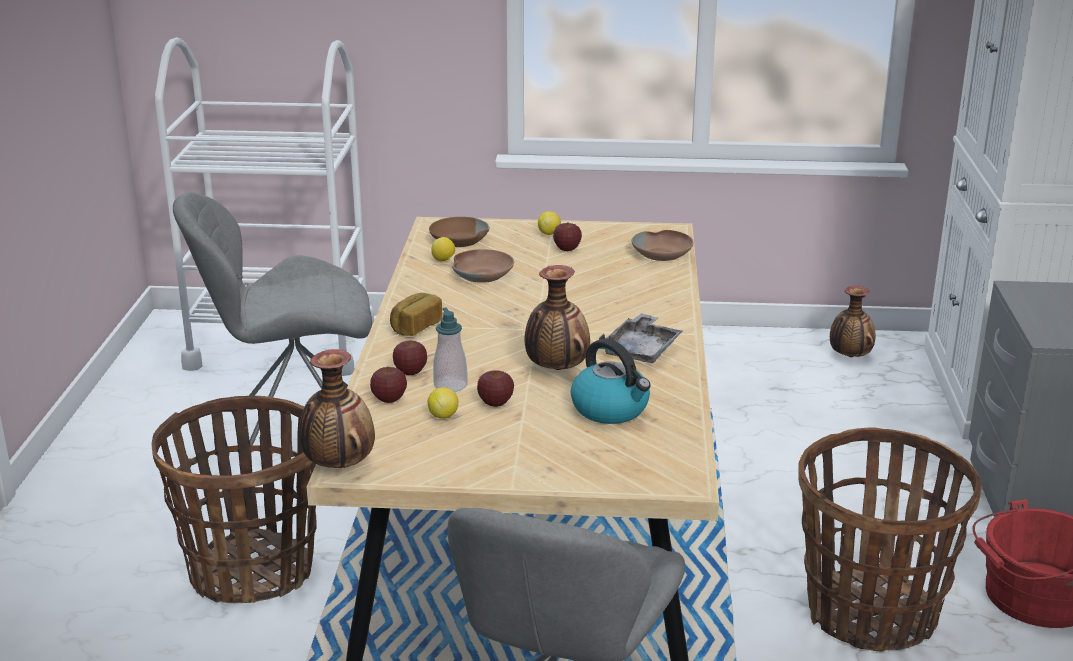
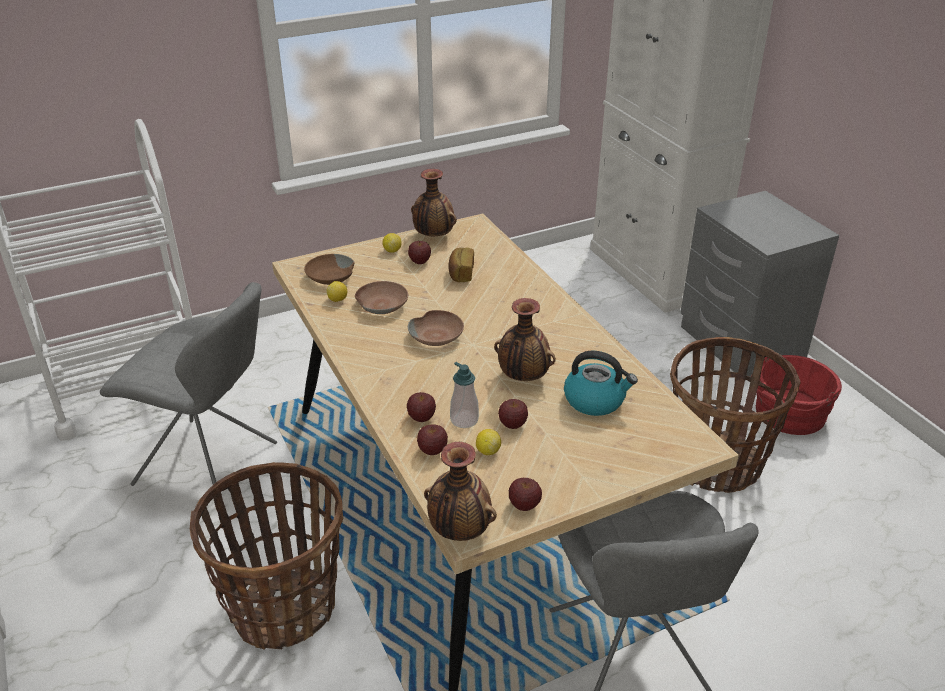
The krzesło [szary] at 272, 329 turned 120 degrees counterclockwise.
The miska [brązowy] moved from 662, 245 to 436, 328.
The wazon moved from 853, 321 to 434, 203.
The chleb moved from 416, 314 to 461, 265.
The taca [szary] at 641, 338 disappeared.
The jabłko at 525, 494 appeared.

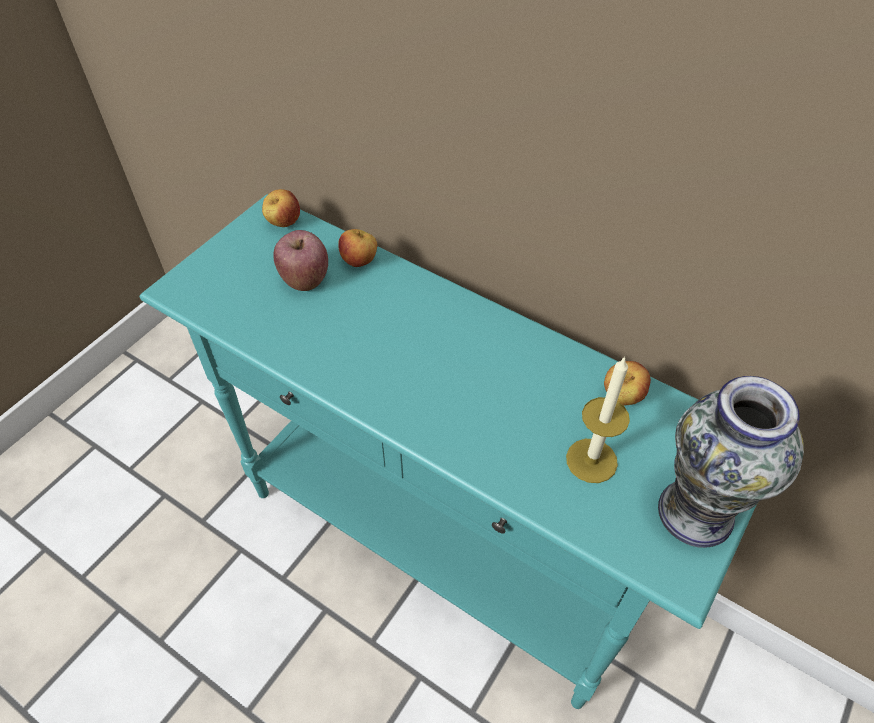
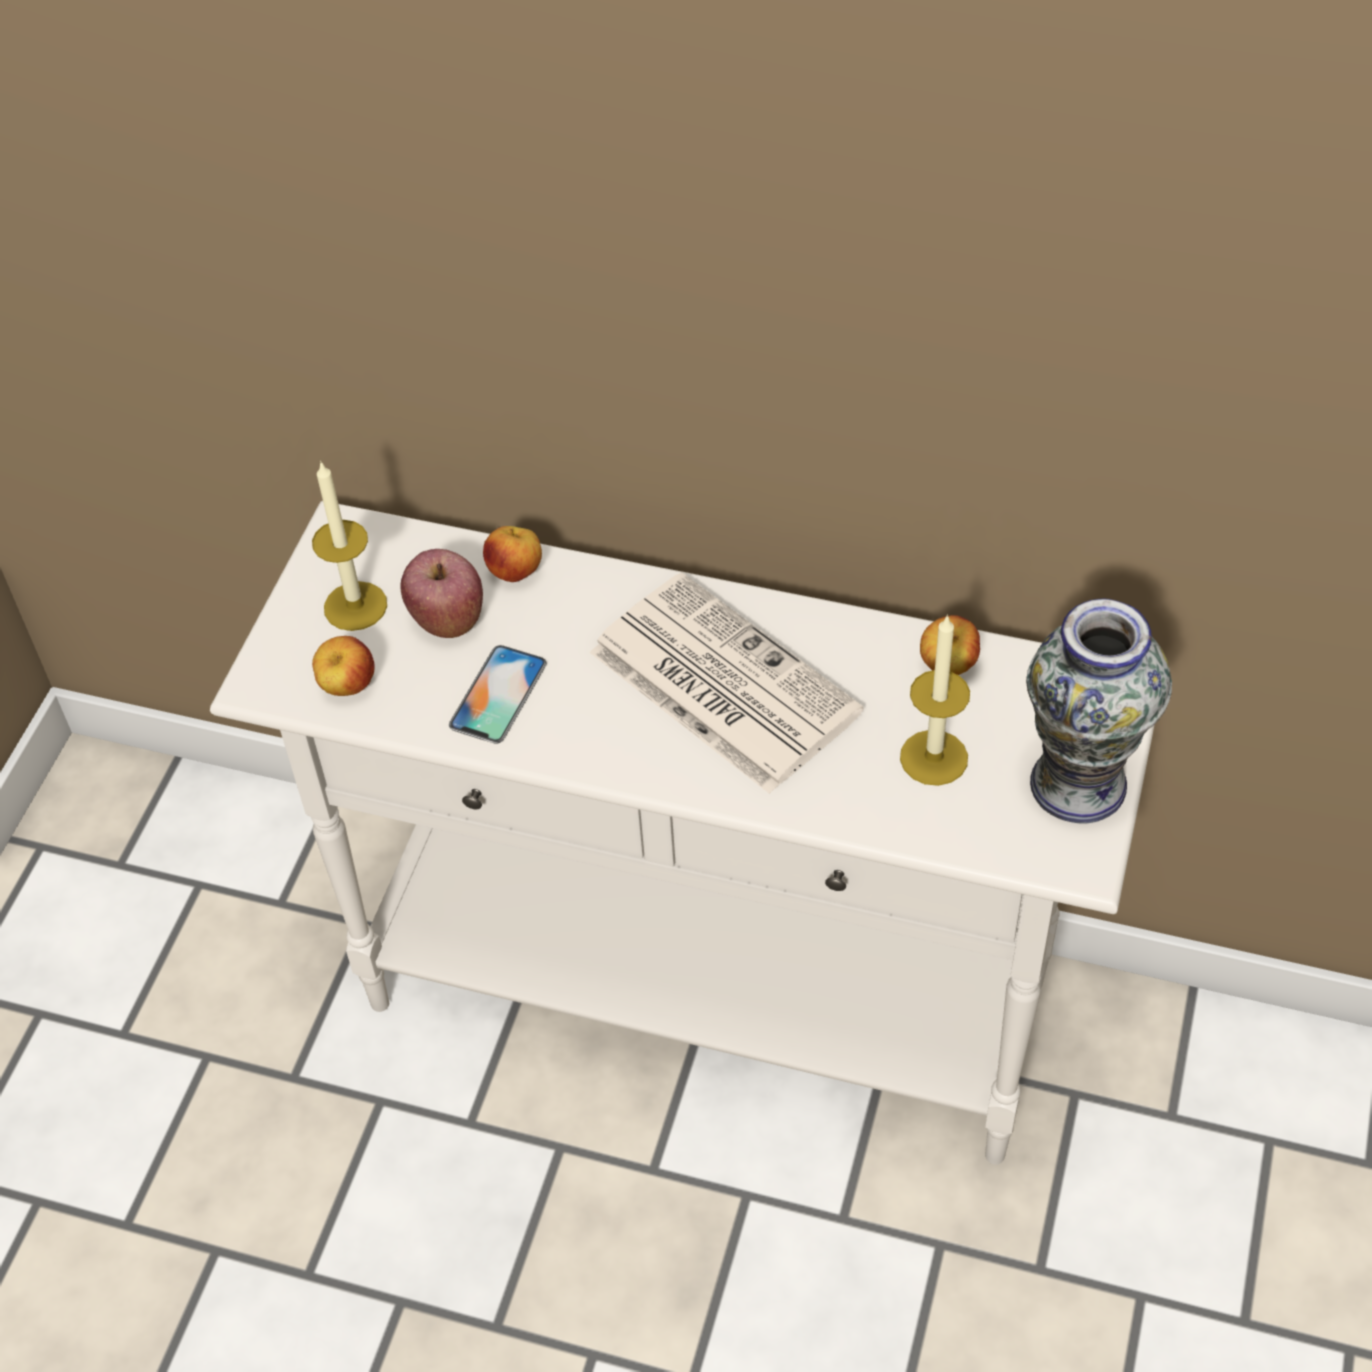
The jabłko moved from 281, 208 to 343, 666.
The stolik konsolowy [turkusowy] at 448, 451 became the stolik konsolowy [biały] at 682, 832.
The świeca at 349, 546 appeared.
The gazeta at 727, 683 appeared.
The telefon at 498, 694 appeared.

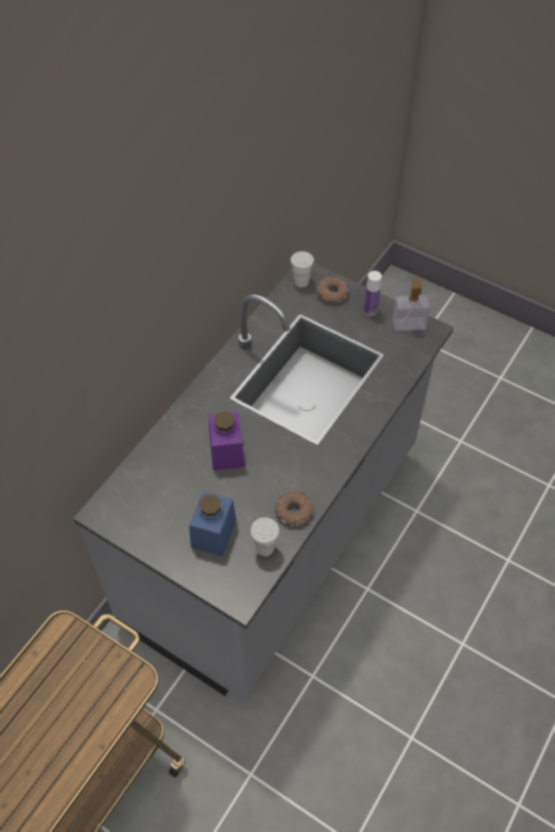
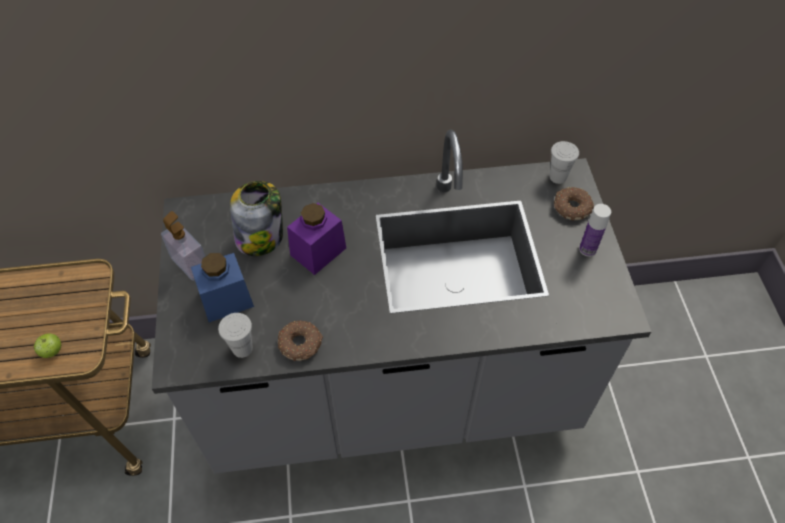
The dozownik mydła moved from 411, 305 to 183, 246.
The słoik at 256, 218 appeared.
The jabłko at 47, 345 appeared.

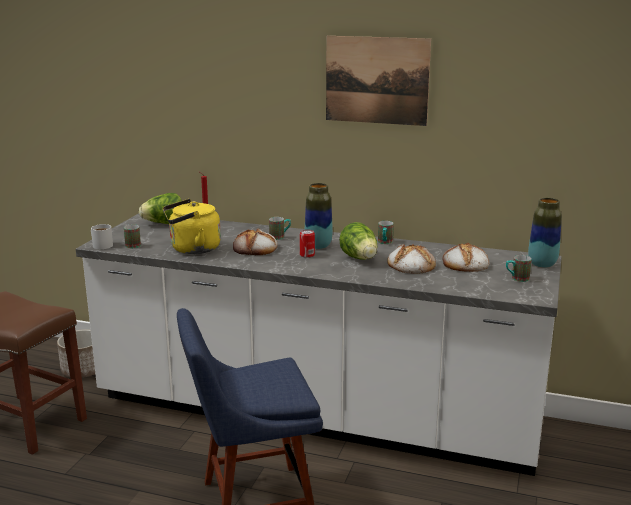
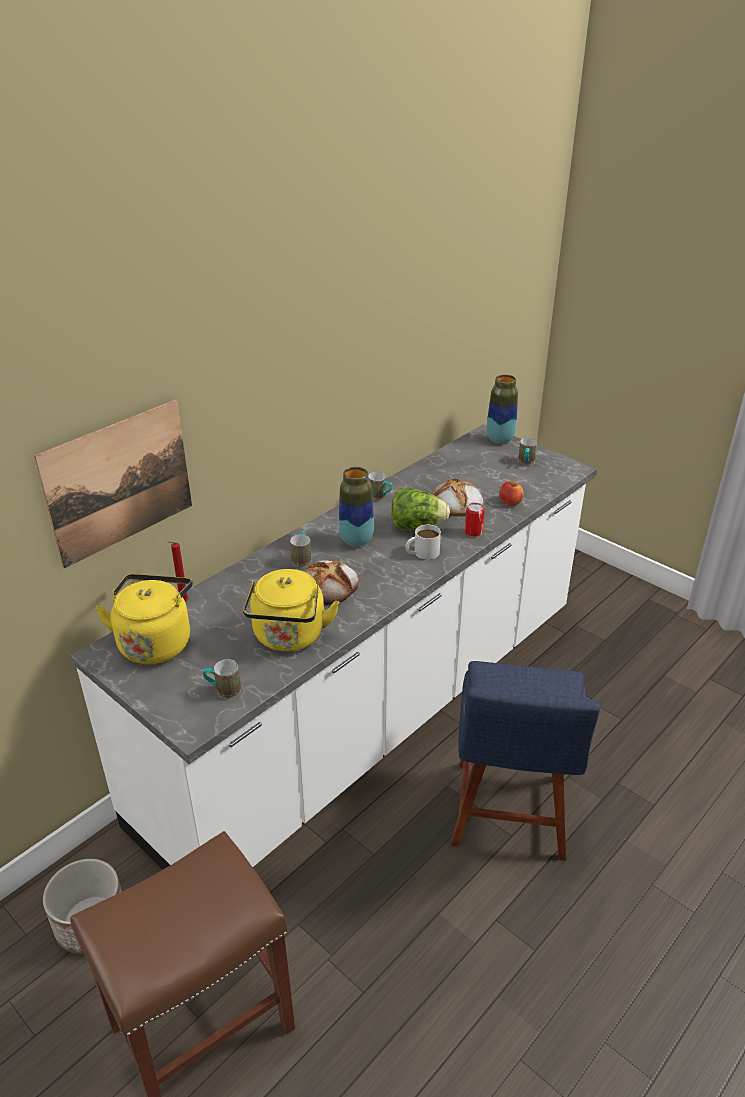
The obraz moved from 378, 81 to 113, 484.
The sałata at 160, 208 was replaced by the czajnik [żółty] at 144, 619.
The kubek [biały] moved from 102, 236 to 423, 542.
The puszka moved from 307, 243 to 475, 520.
The chleb at 466, 257 disappeared.
The jabłko at 511, 493 appeared.

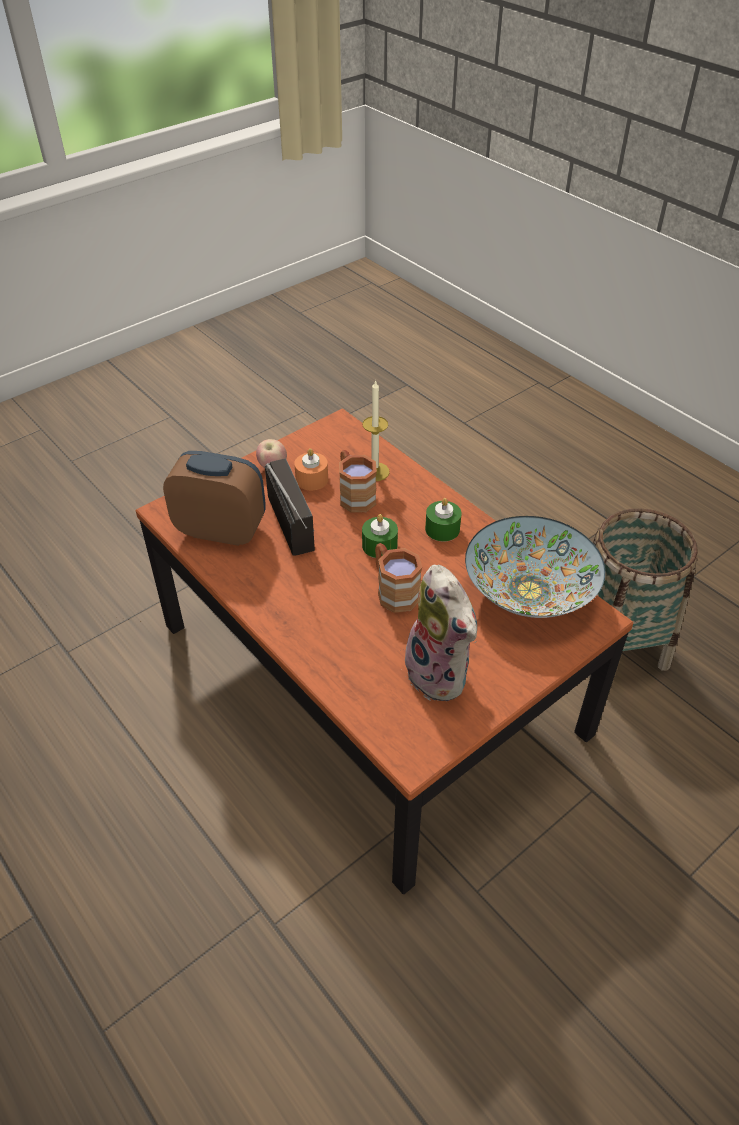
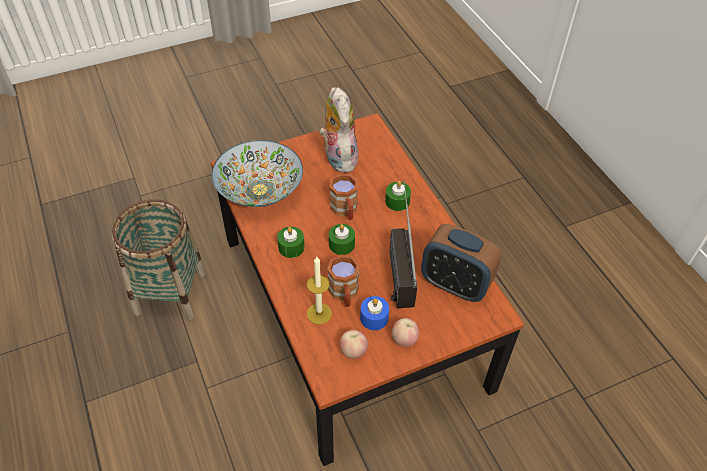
The świeca [pomarańczowy] at 311, 469 became the świeca [niebieski] at 374, 313.
The świeca [zielony] at 398, 196 appeared.
The jabłko at 354, 344 appeared.

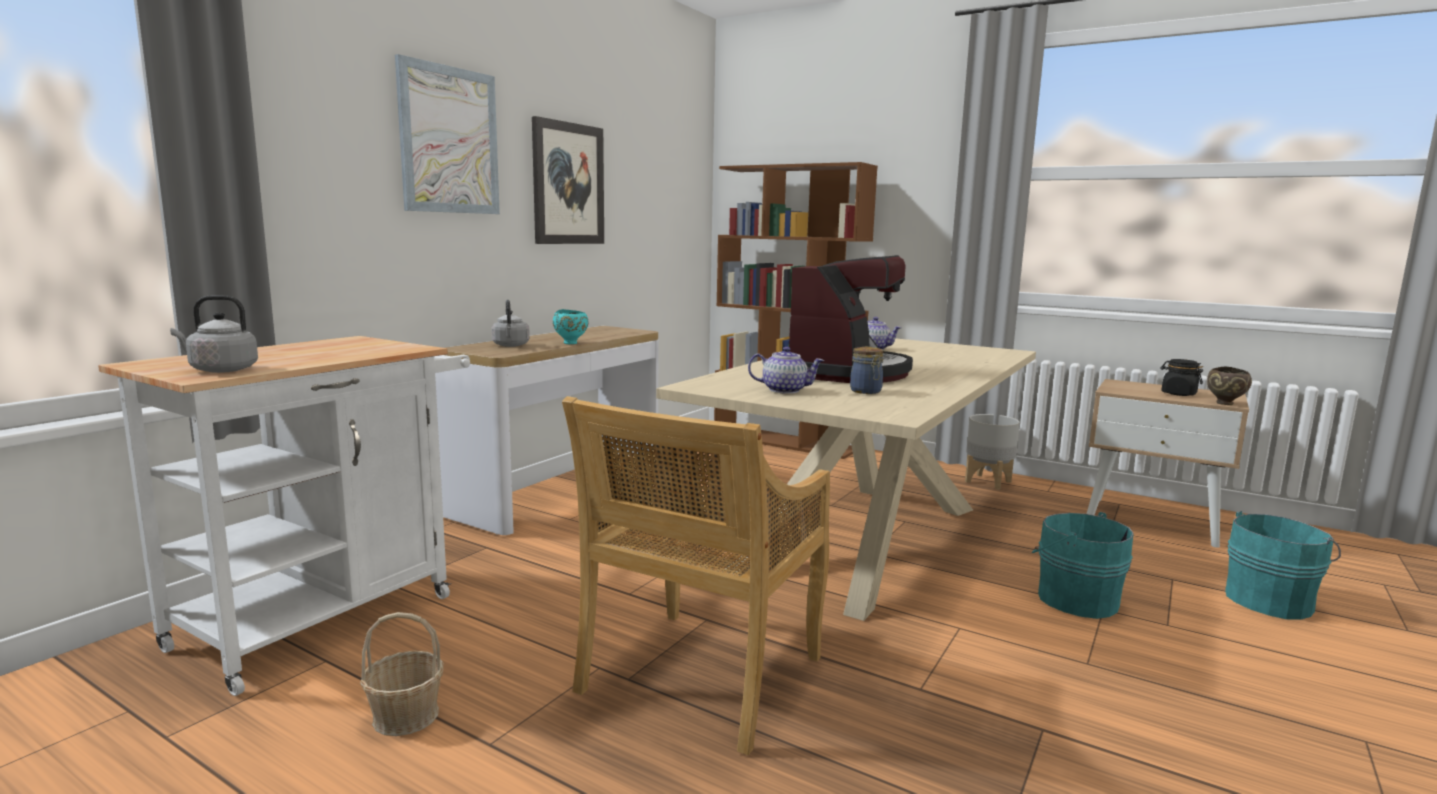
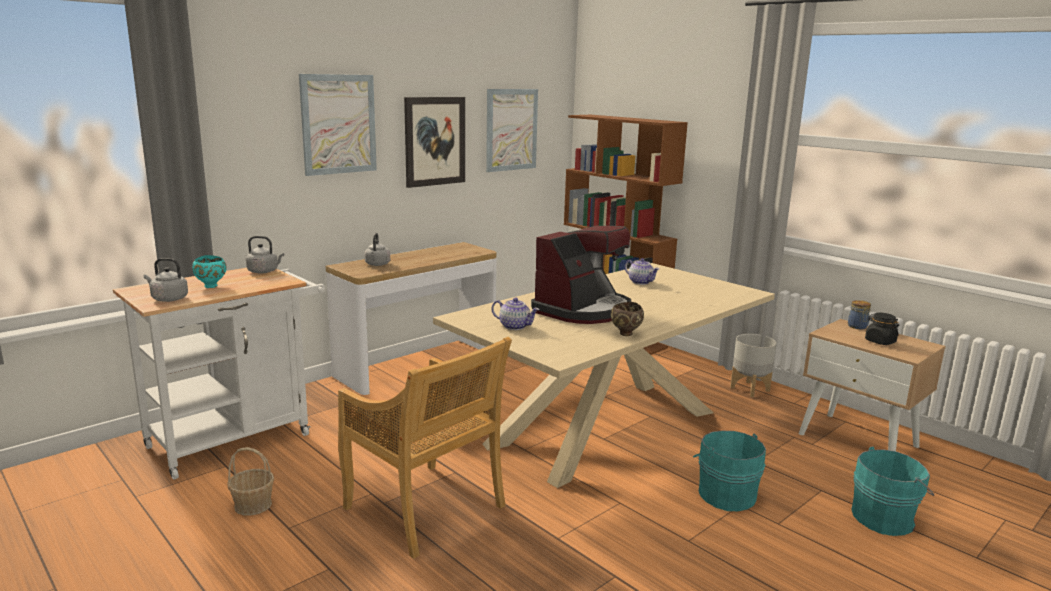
The miska [turkusowy] moved from 571, 326 to 209, 271.
The słoik moved from 866, 370 to 859, 314.
The miska [brązowy] moved from 1229, 386 to 627, 319.
The krzesło [beżowy] at 696, 575 turned 90 degrees counterclockwise.
The obraz at 512, 130 appeared.
The czajnik [szary] at 265, 255 appeared.

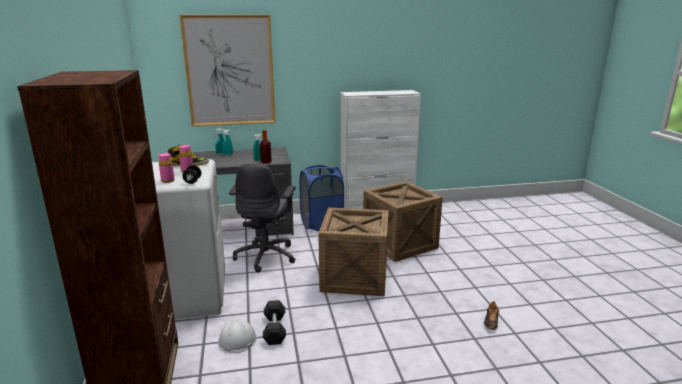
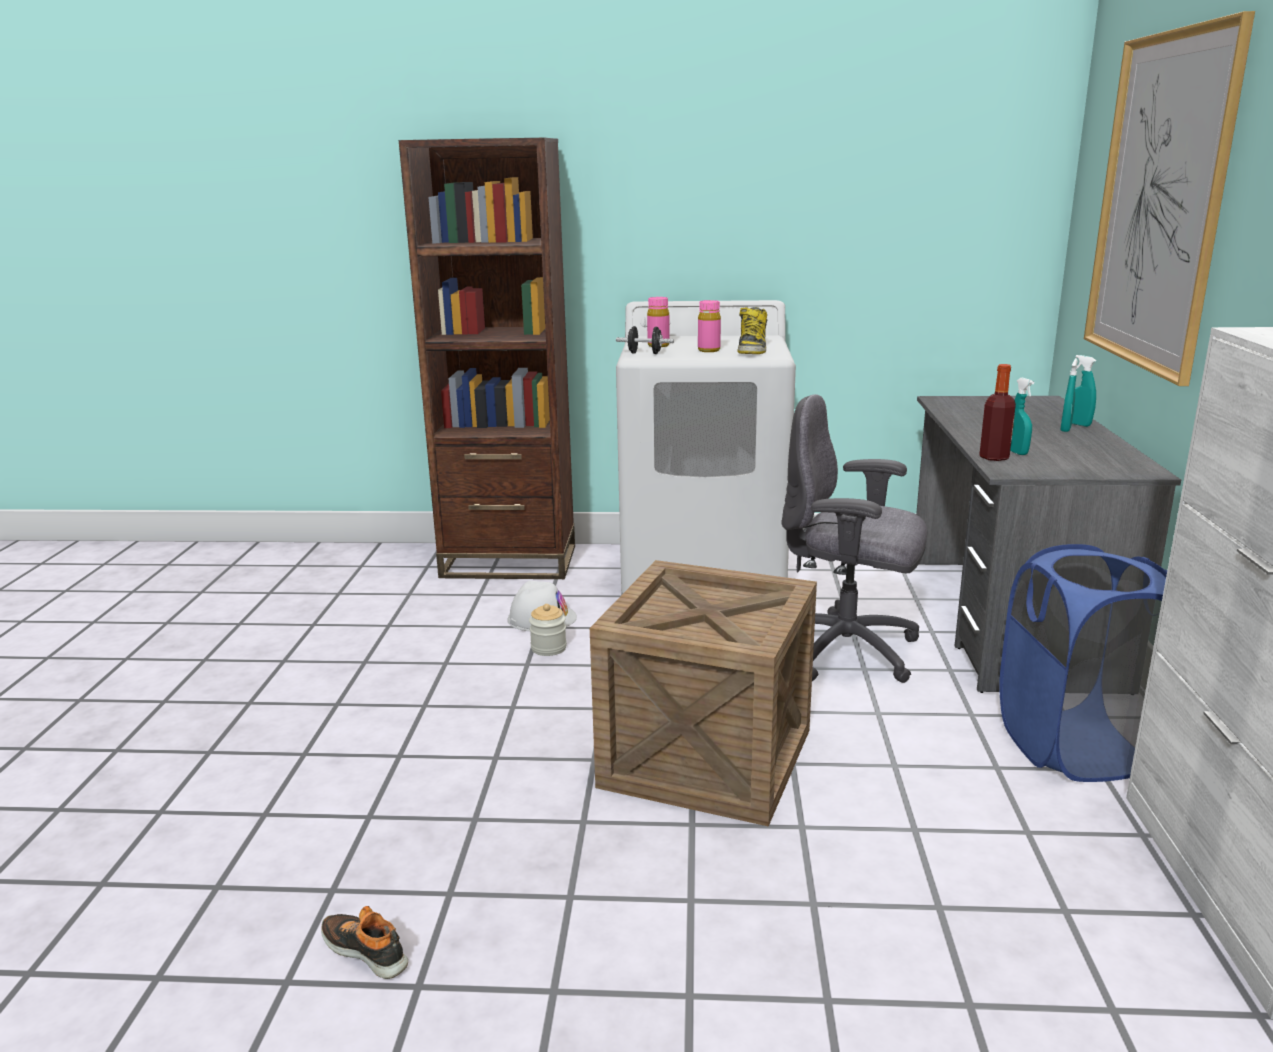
The skrzynka at 403, 221 disappeared.
The hantel [szary] at 274, 322 was replaced by the słoik at 548, 630.

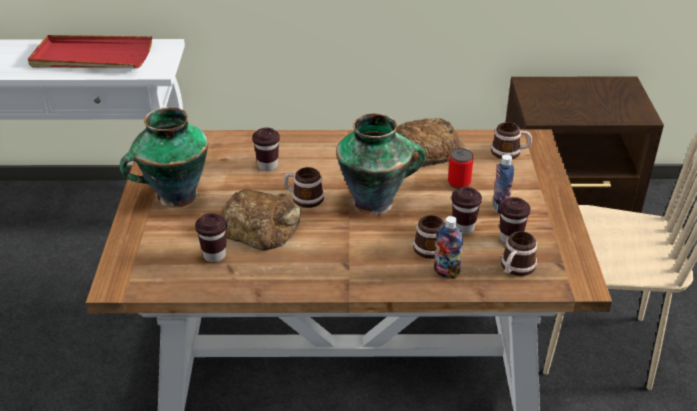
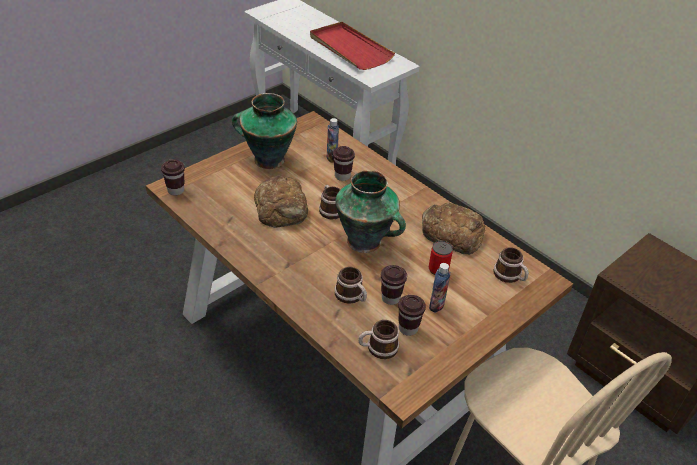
The filiżanka [brązowy] moved from 211, 237 to 173, 177.
The butelka moved from 448, 247 to 333, 140.

